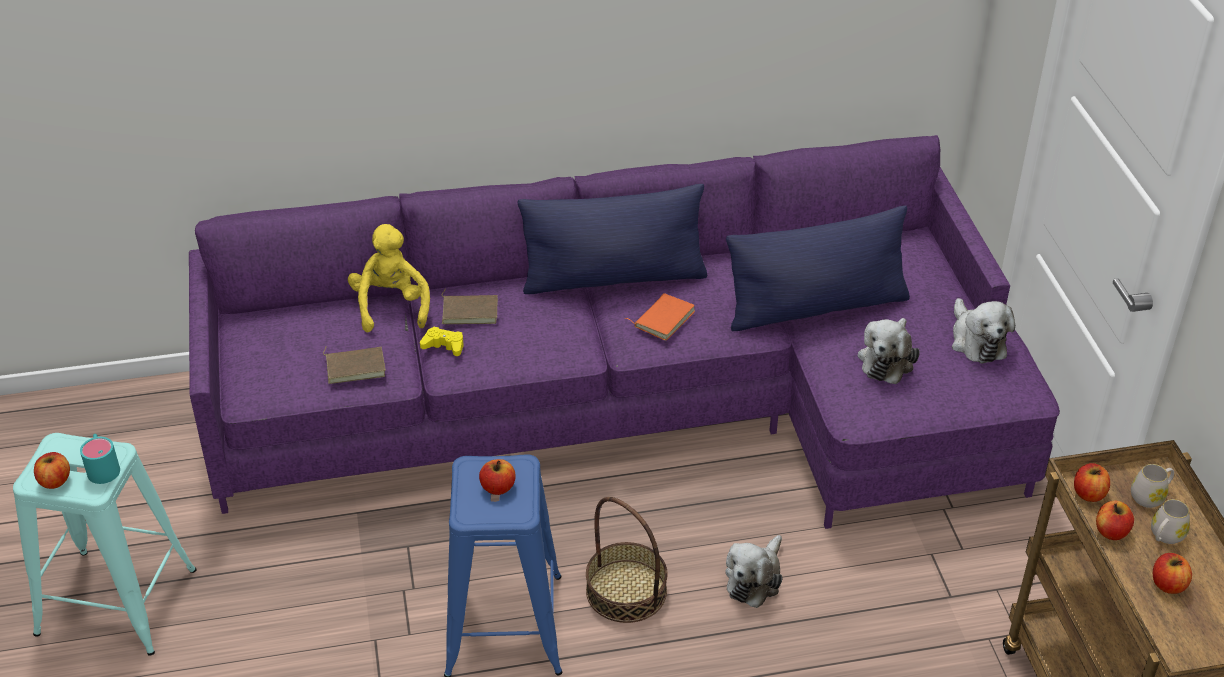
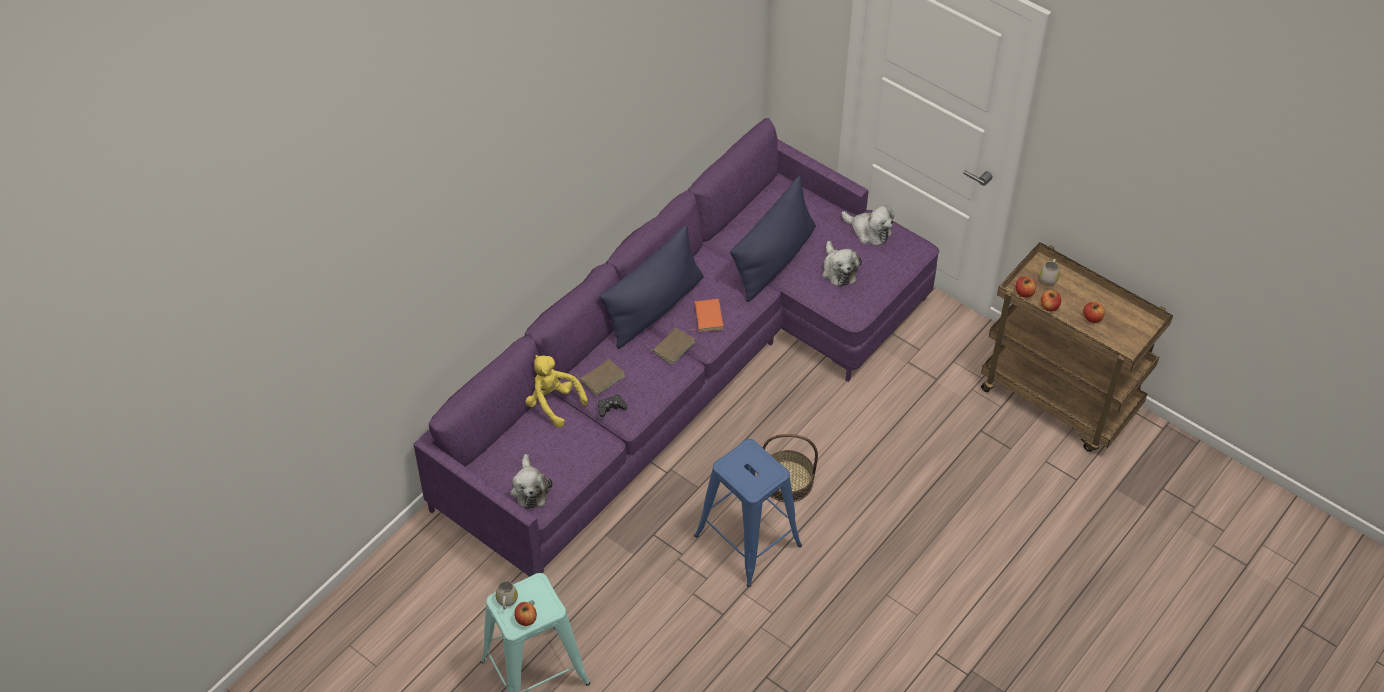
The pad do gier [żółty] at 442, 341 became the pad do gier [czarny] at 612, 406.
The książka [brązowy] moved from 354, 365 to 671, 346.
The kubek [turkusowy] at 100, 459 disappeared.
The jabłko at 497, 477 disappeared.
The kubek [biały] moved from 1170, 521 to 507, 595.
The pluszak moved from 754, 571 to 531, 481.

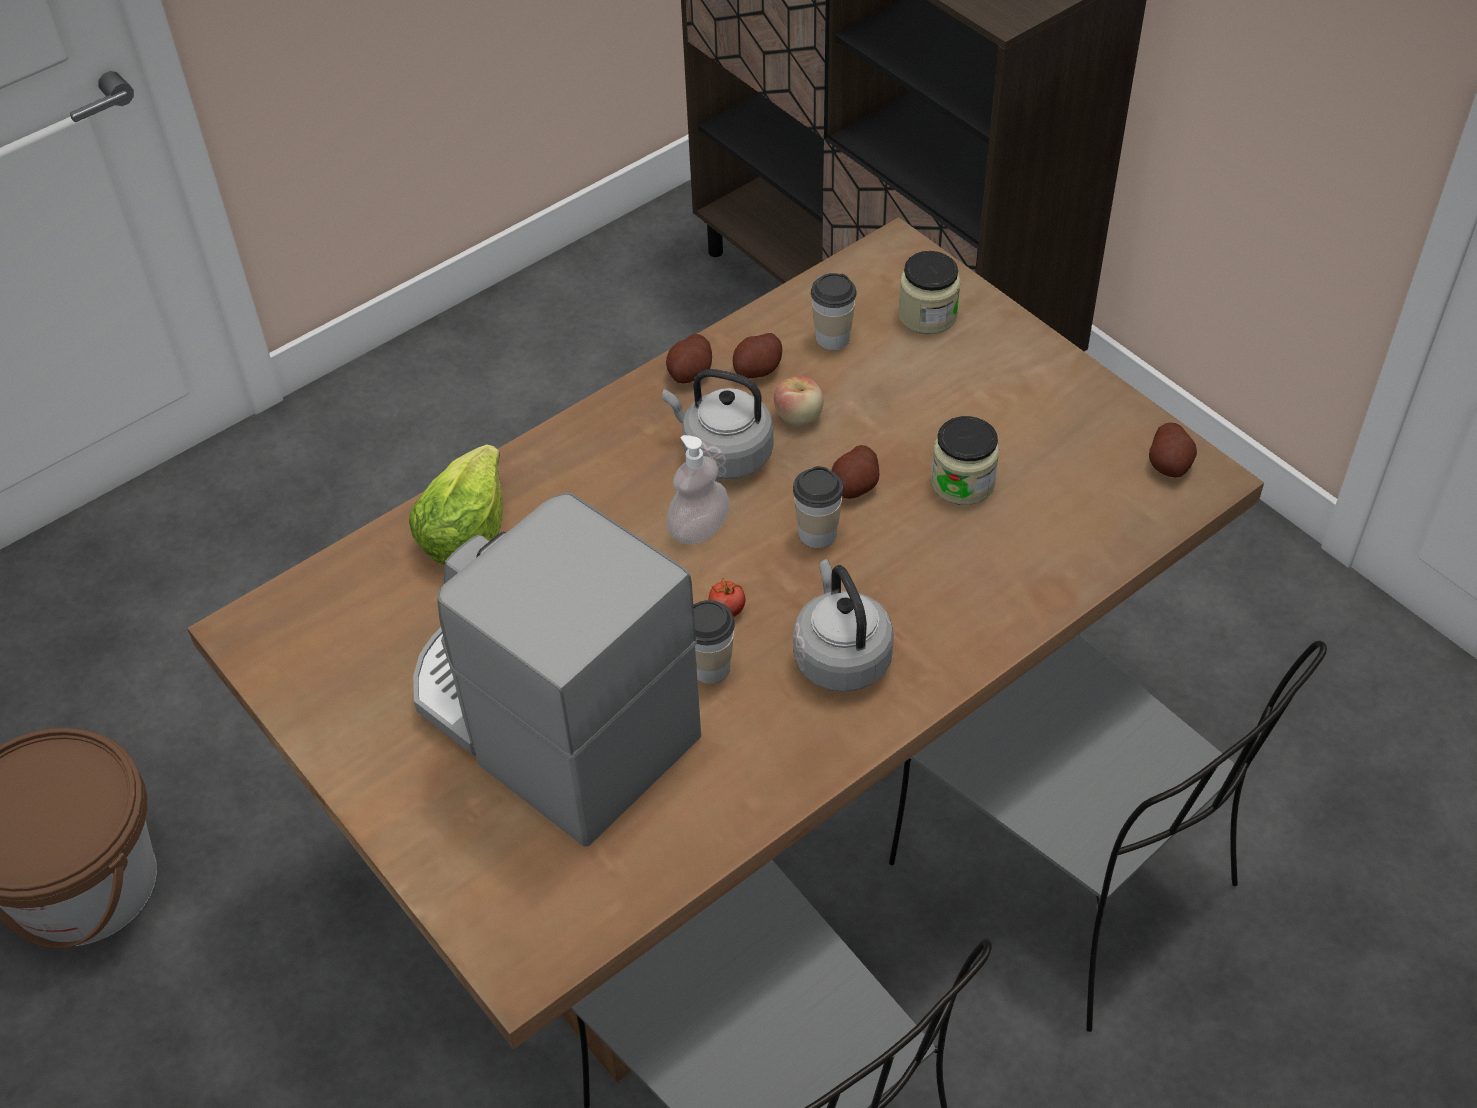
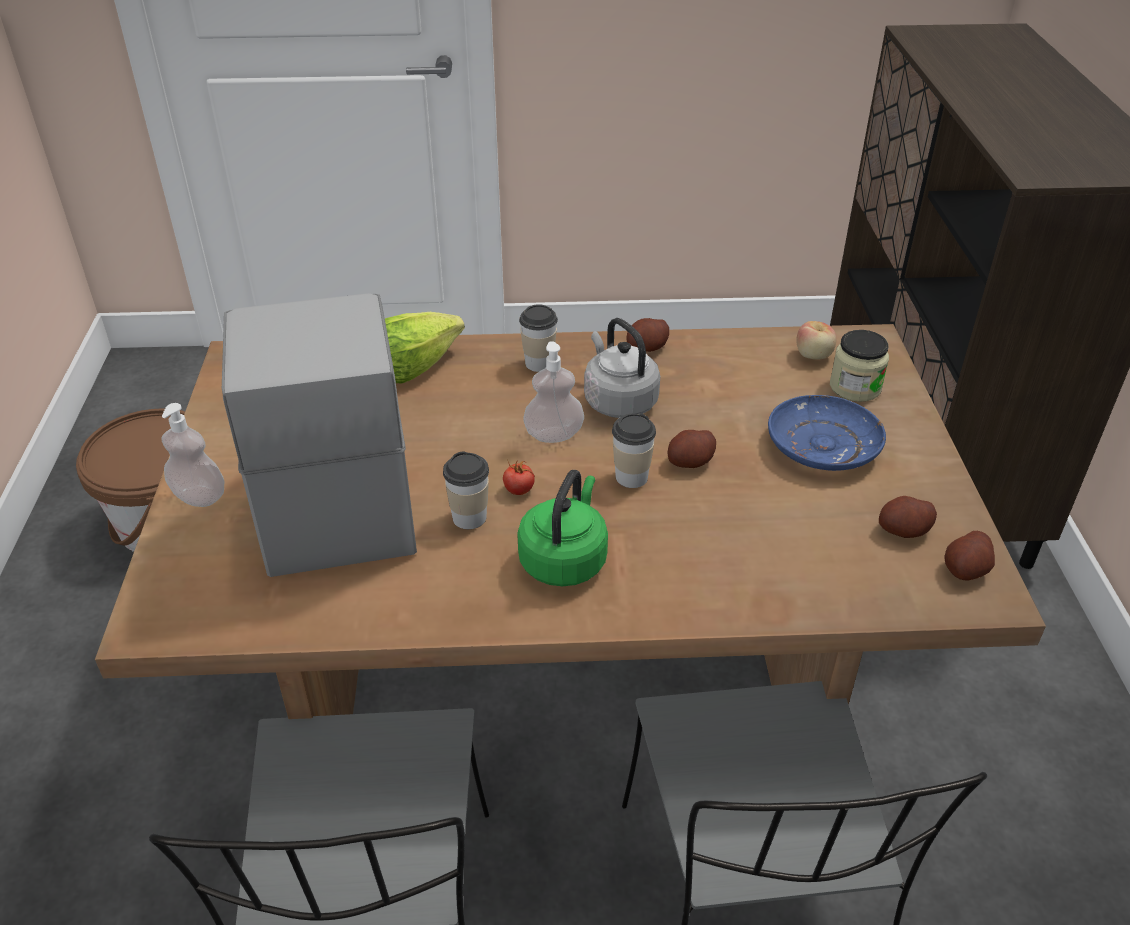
The filiżanka moved from 834, 311 to 538, 338.
The ziemniak moved from 757, 355 to 908, 517.
The jabłko moved from 799, 400 to 816, 340.
The słoik at 965, 460 disappeared.
The czajnik [szary] at 843, 625 became the czajnik [zielony] at 562, 528.
The talerz [niebieski] at 827, 433 appeared.
The dozownik mydła at 193, 455 appeared.

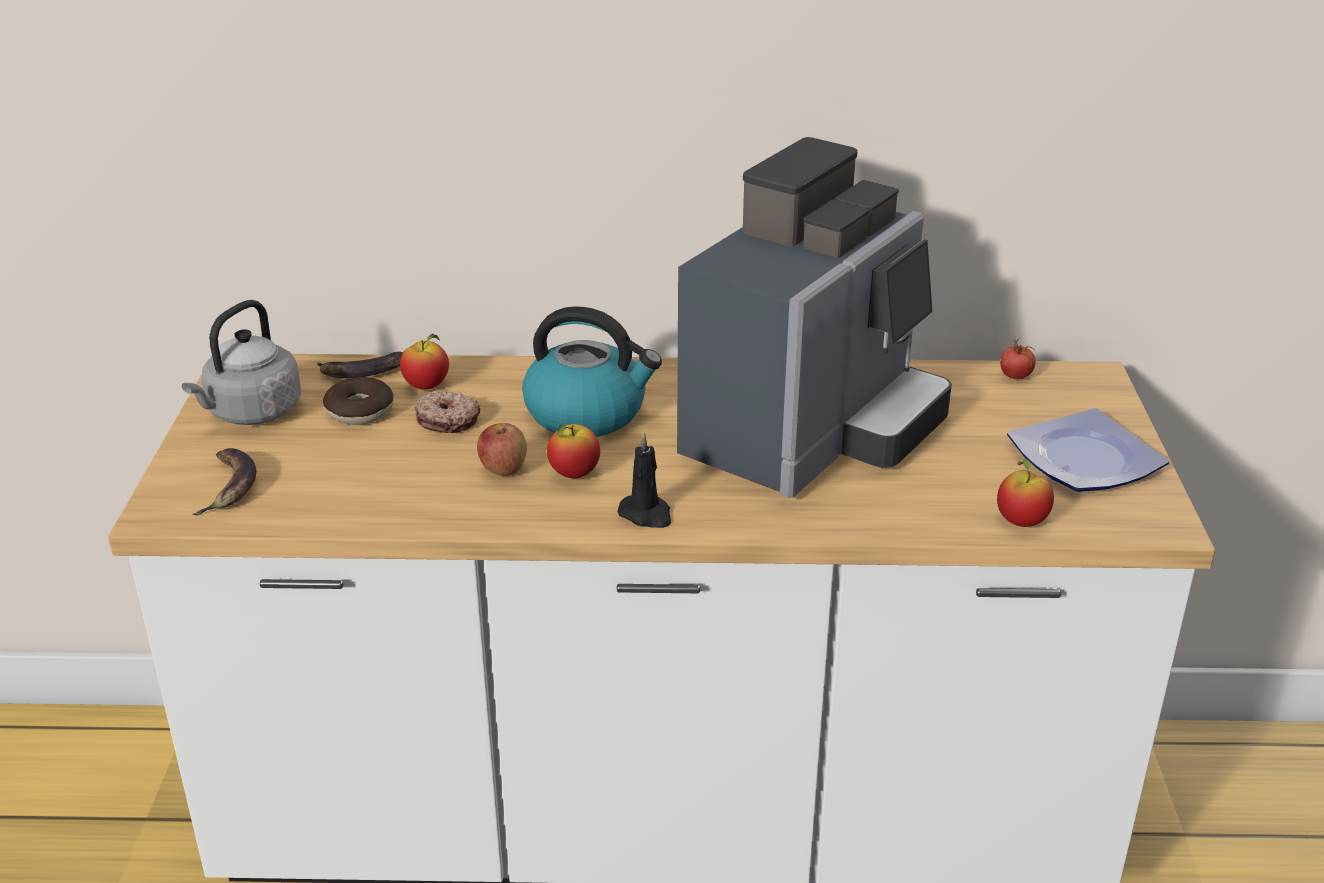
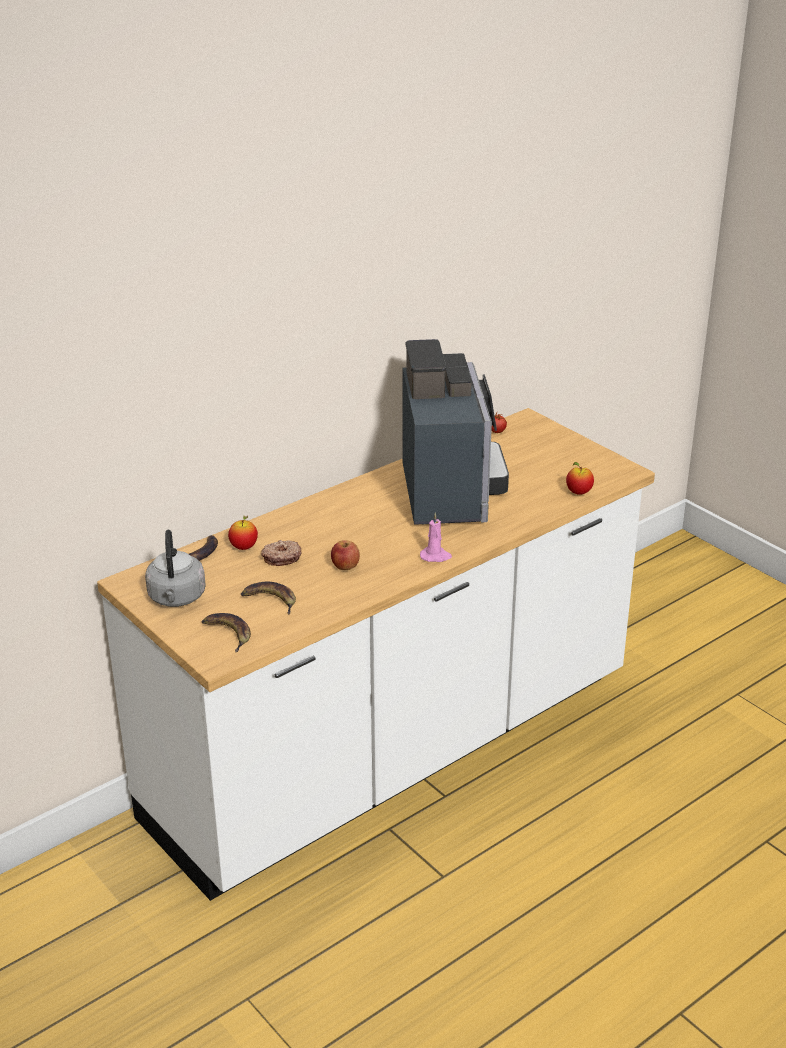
The czajnik at 592, 371 disappeared.
The donut at 358, 401 disappeared.
The talerz at 1088, 450 disappeared.
The jabłko at 573, 451 disappeared.
The świeca [czarny] at 644, 480 became the świeca [różowy] at 436, 537.
The banan at 268, 598 appeared.

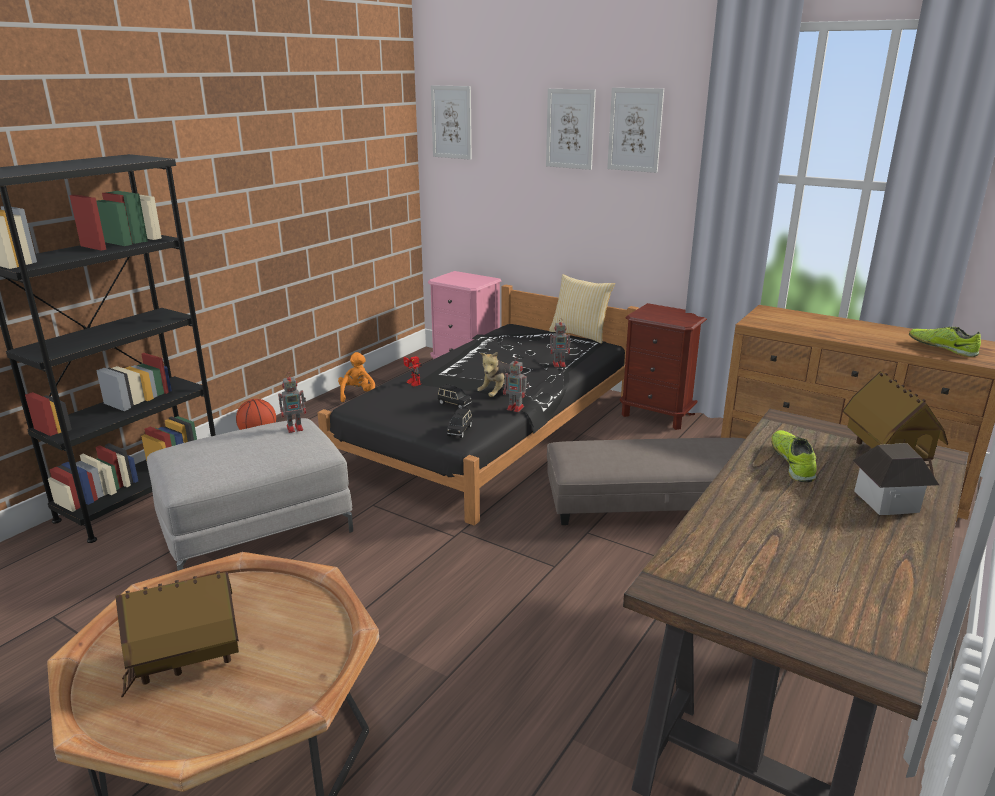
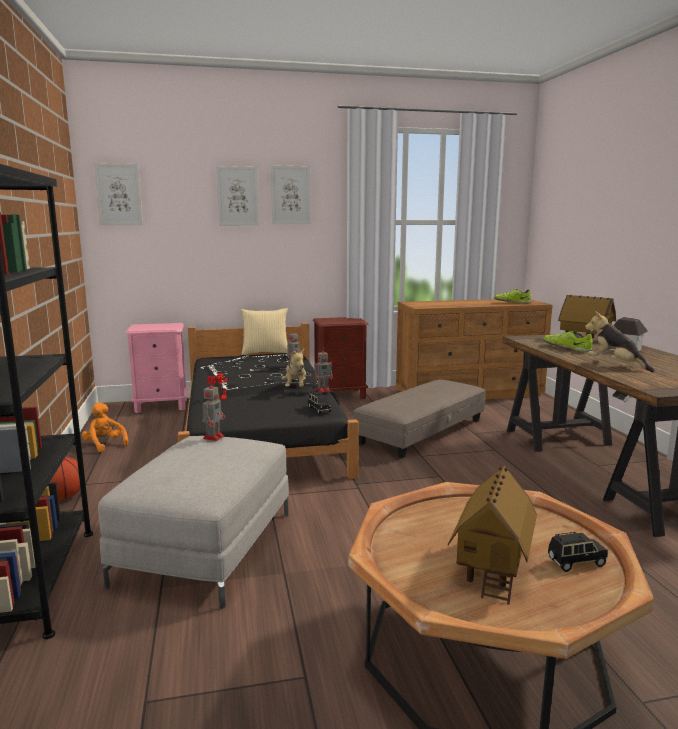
The samochodzik [czarny] moved from 455, 396 to 578, 552.
The pluszak at 620, 341 appeared.

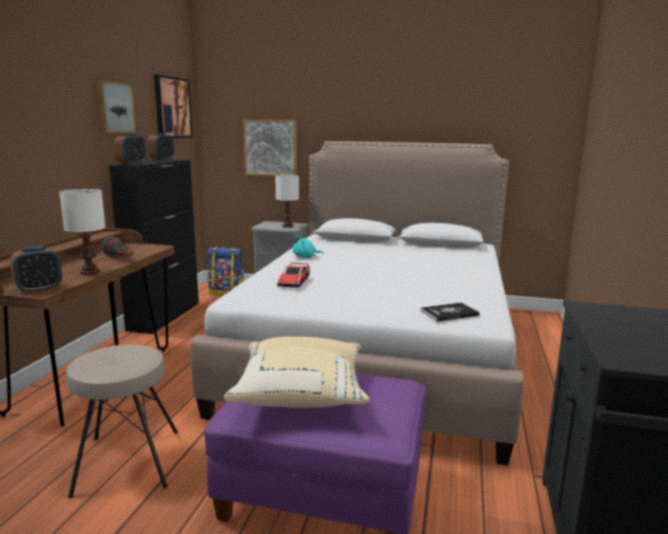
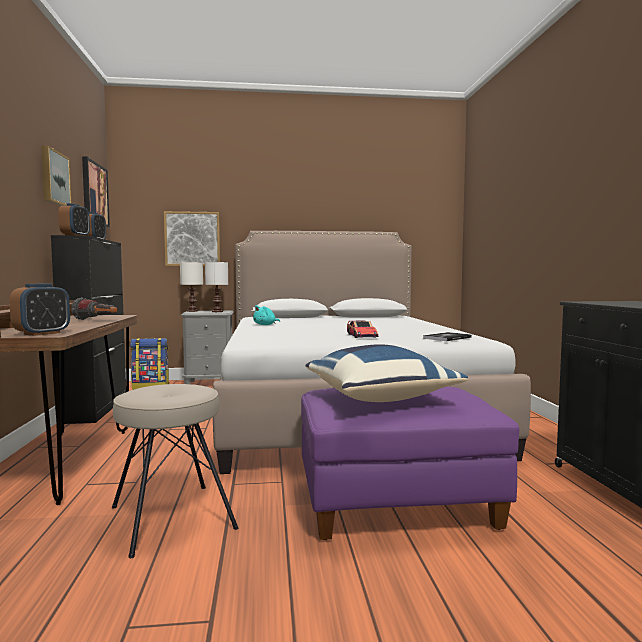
The lampa stołowa [biały] moved from 82, 232 to 191, 287.
The samochodzik moved from 293, 275 to 363, 329.
The poduszka [beżowy] at 297, 372 became the poduszka [niebieski] at 386, 373.

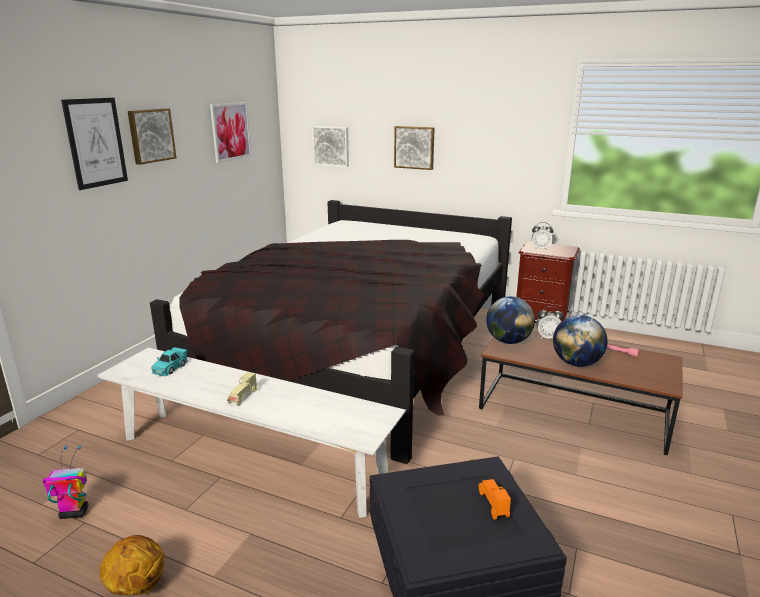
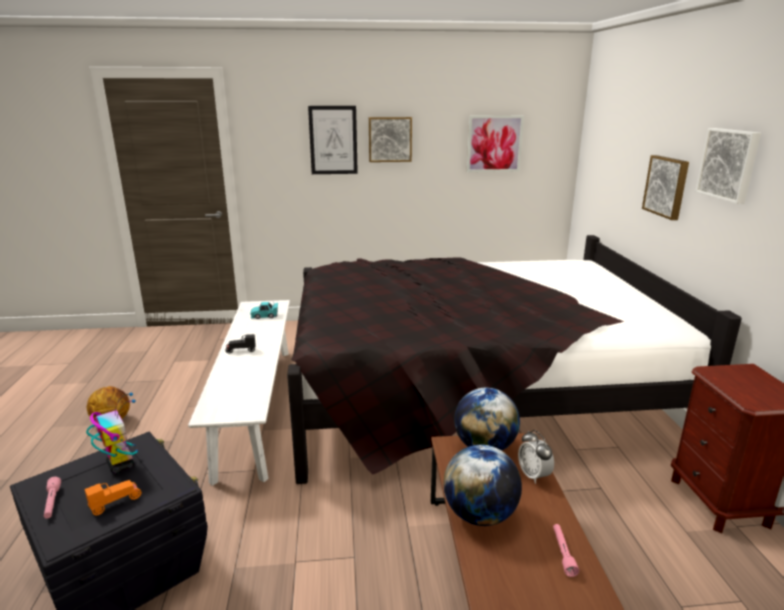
The obraz moved from 330, 146 to 728, 166.
The budzik at 542, 236 disappeared.
The samochodzik [beżowy] at 242, 388 became the samochodzik [czarny] at 241, 344.
The robot zabawkowy moved from 65, 482 to 112, 433.
The latarka [różowy] at 52, 497 appeared.

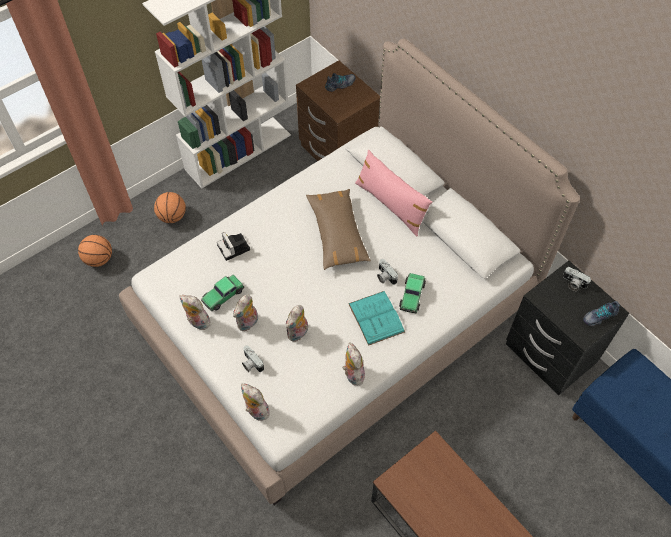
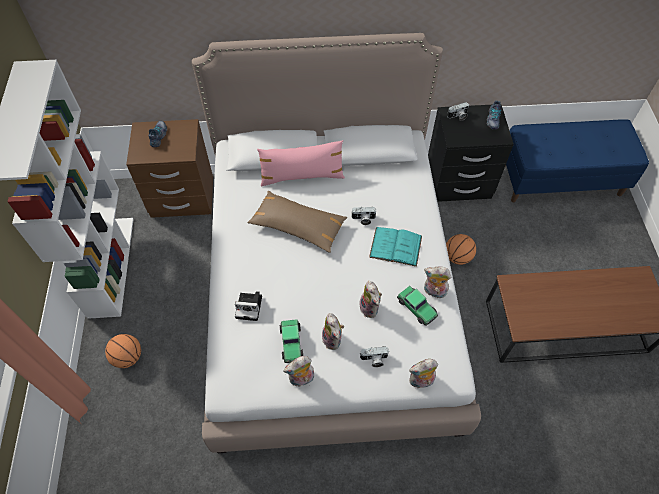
The piłka do koszykówki moved from 95, 251 to 461, 249.
The samochodzik moved from 412, 293 to 417, 306.

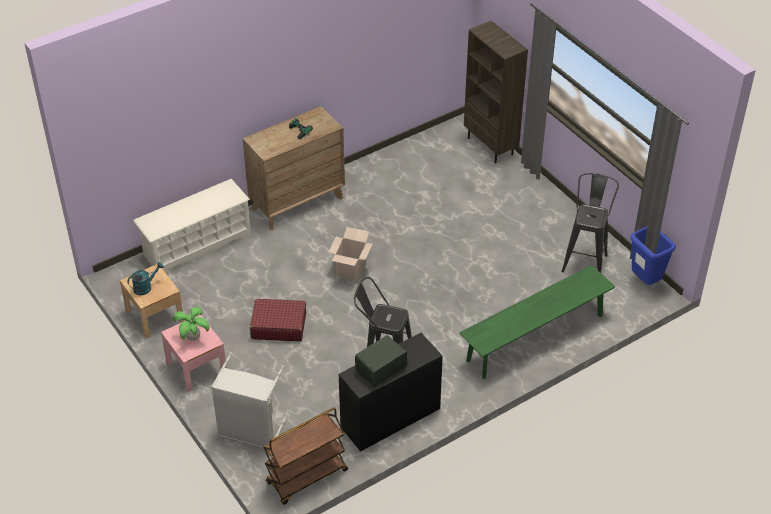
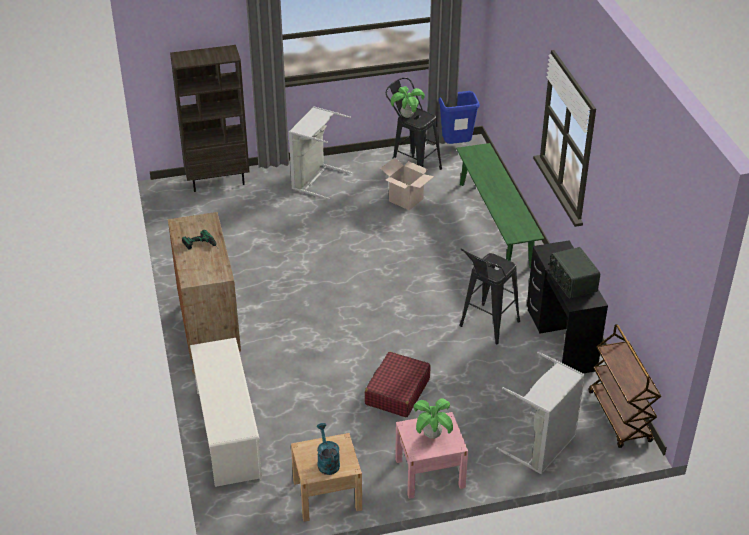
The karton moved from 351, 254 to 407, 183.
The roślina doniczkowa at 408, 102 appeared.
The kosz na pranie [szary] at 320, 152 appeared.

